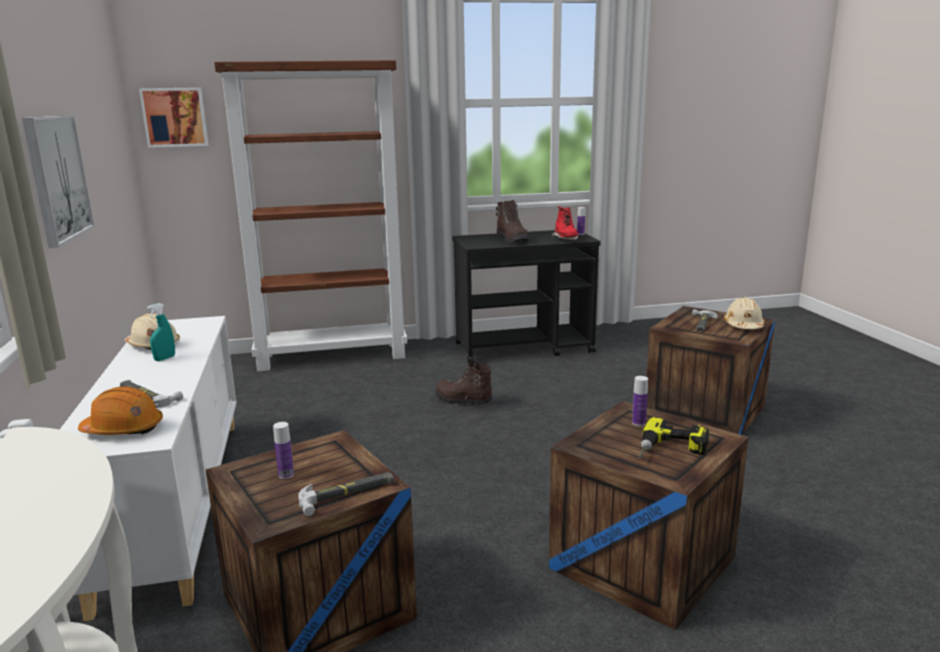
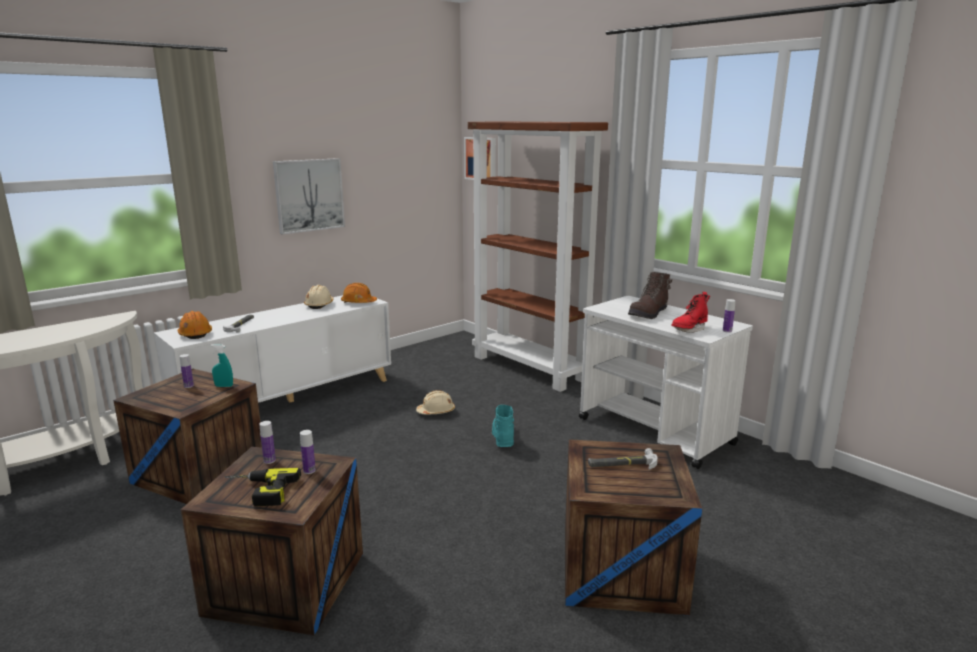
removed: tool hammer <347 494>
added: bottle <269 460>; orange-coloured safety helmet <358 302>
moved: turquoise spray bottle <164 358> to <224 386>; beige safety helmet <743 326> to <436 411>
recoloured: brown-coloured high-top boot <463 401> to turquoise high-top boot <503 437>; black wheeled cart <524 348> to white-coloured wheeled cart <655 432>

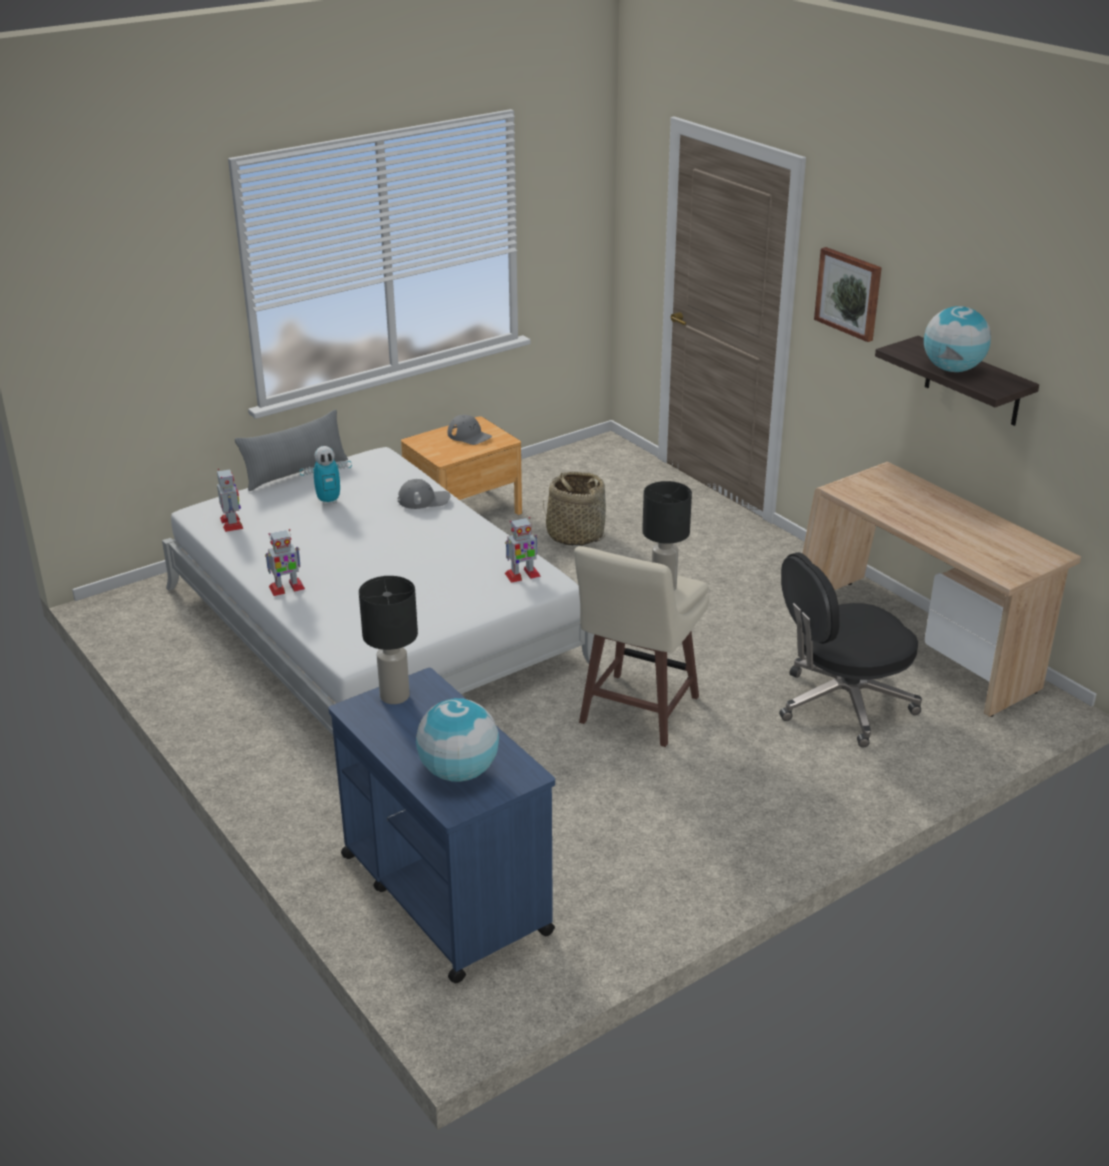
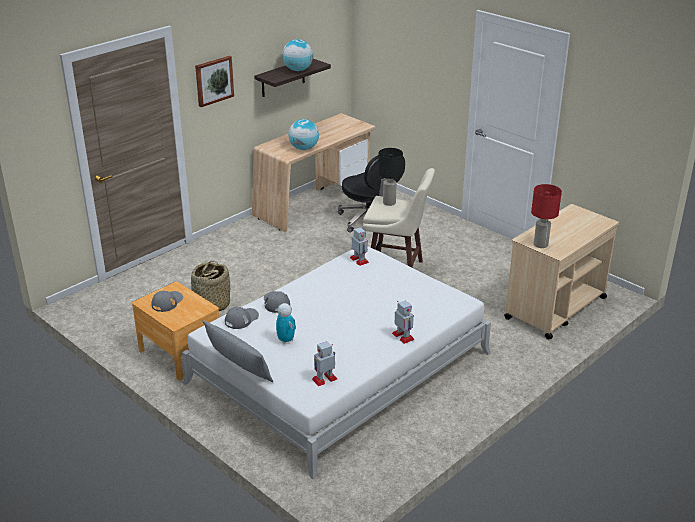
added: gray cap <241 319>
moved: desk globe <459 772> to <304 148>
recoloured: blue wheeled cart <444 892> to beige wheeled cart <555 308>; black tabletop lamp <394 696> to red-coloured tabletop lamp <541 245>

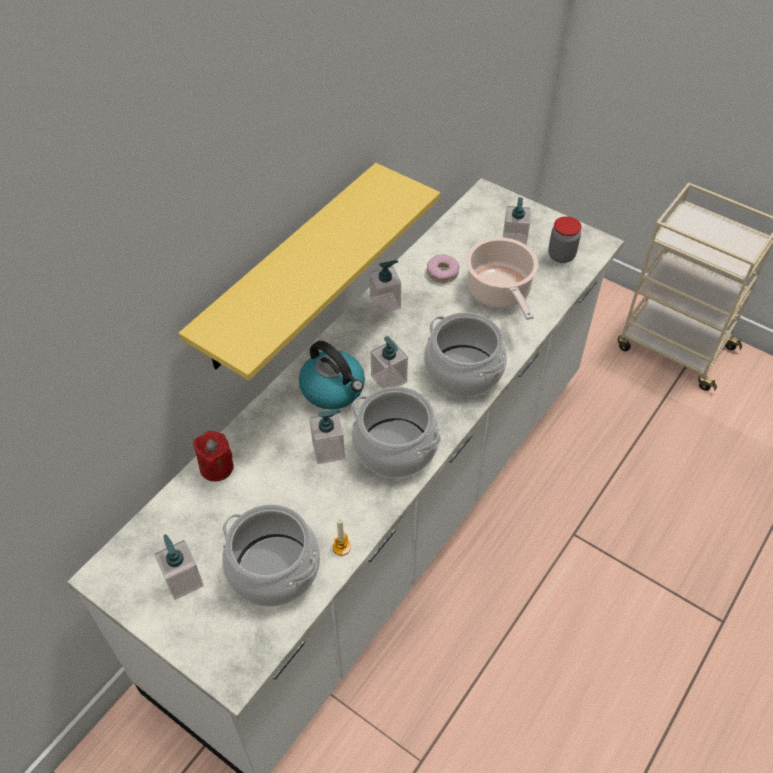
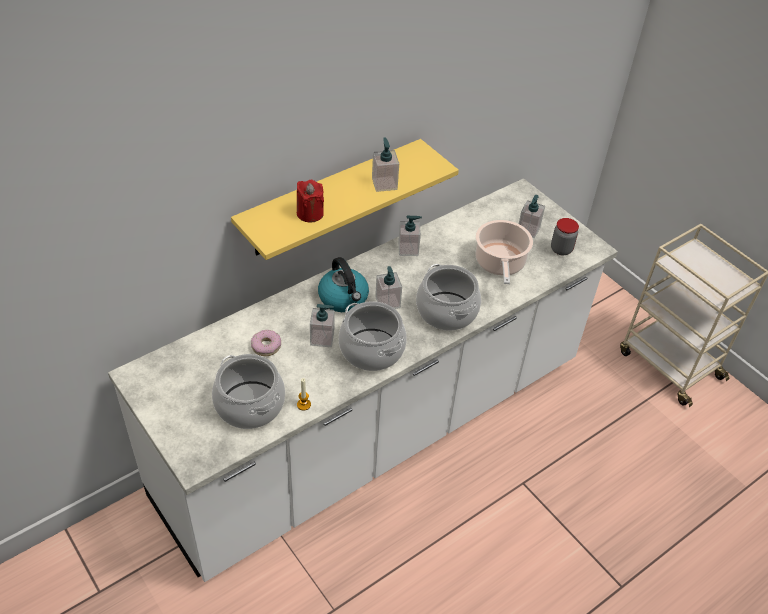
moved: liquid soap bottle <183 580> to <384 184>; red-coloured wax light <216 467> to <310 213>; donut <442 272> to <266 346>

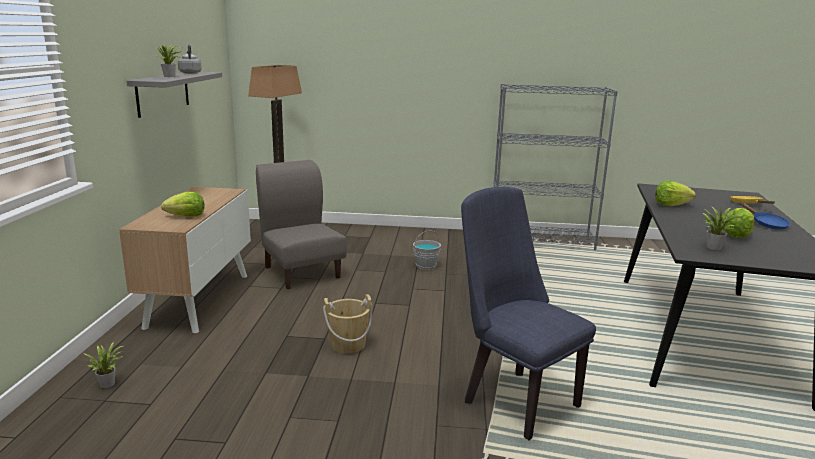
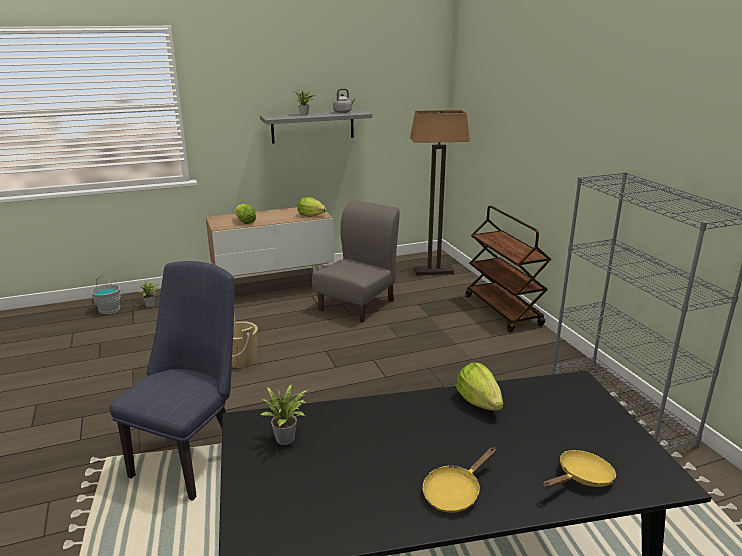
added: brown-coloured wheeled cart <503 311>
moved: gray bucket <426 266> to <109 309>; lettuce head <737 235> to <311 215>
recoloured: blue skillet <766 224> to yellow skillet <455 492>

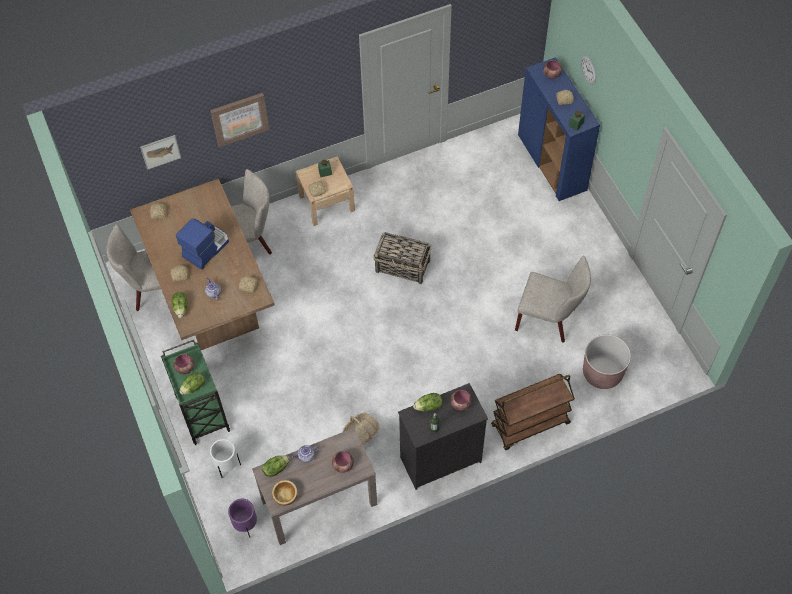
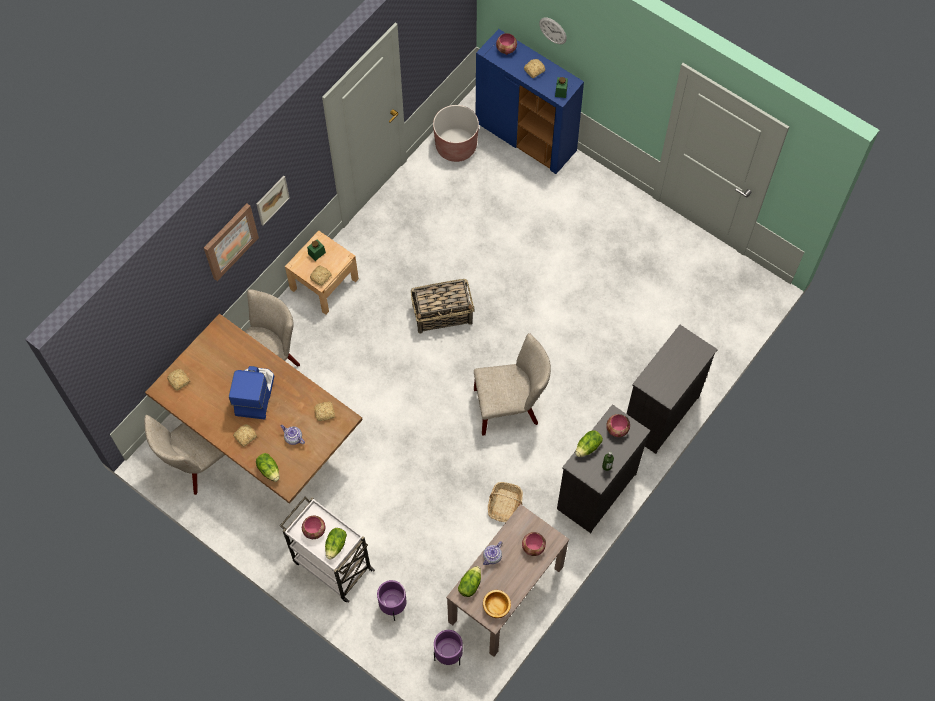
moved: picture <160 151> to <272 200>; beige chair <549 319> to <510 406>; brown-coloured flower pot <602 372> to <456 146>
replaced: brown-coloured wheeled cart <530 425> to black drawer chest <659 414>
recoloured: green-coloured wheeled cart <202 411> to white-coloured wheeled cart <331 564>; white-coloured flower pot <228 466> to purplish flower pot <393 606>

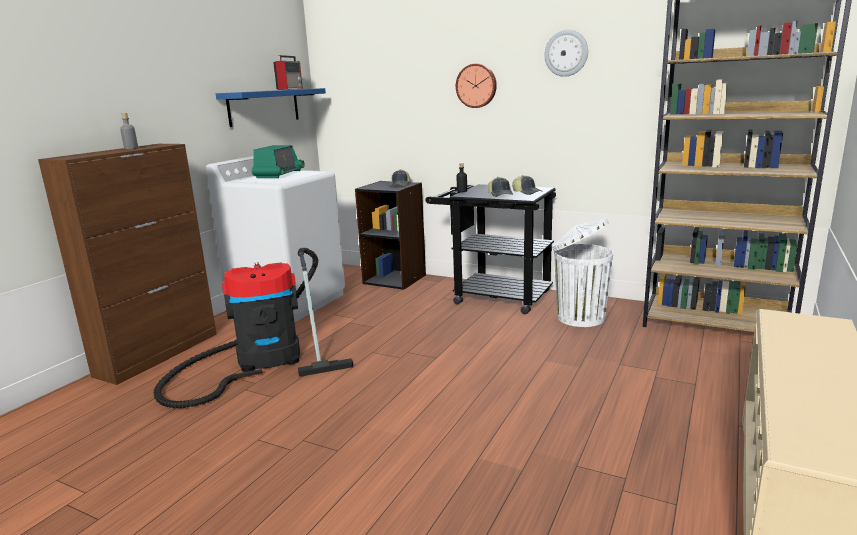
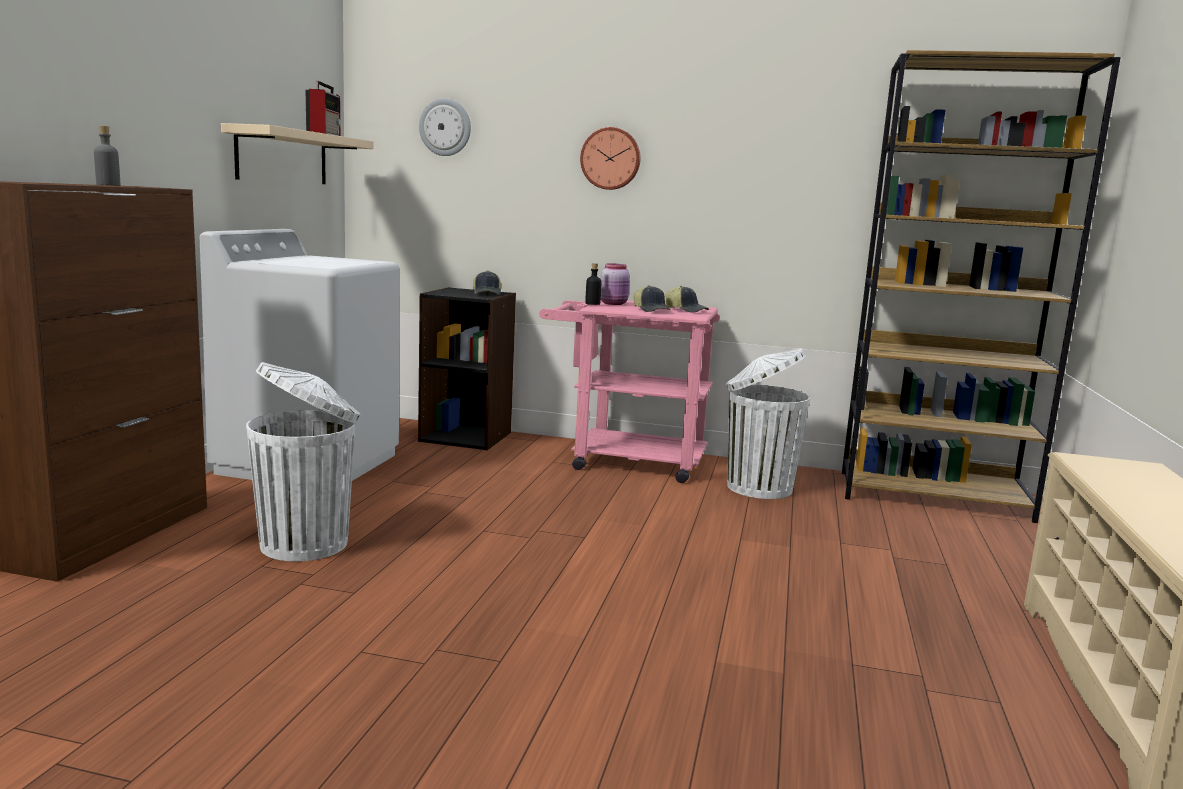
removed: radio set <279 174>
added: pink-coloured preserve jar <614 303>
moved: hanging clock <566 53> to <445 127>
replaced: vacuum <261 361> to white-coloured rubbish bin <307 543>
recoloured: blue wall shelf <264 107> to beige wall shelf <282 157>; black wheeled cart <493 296> to pink-coloured wheeled cart <625 461>

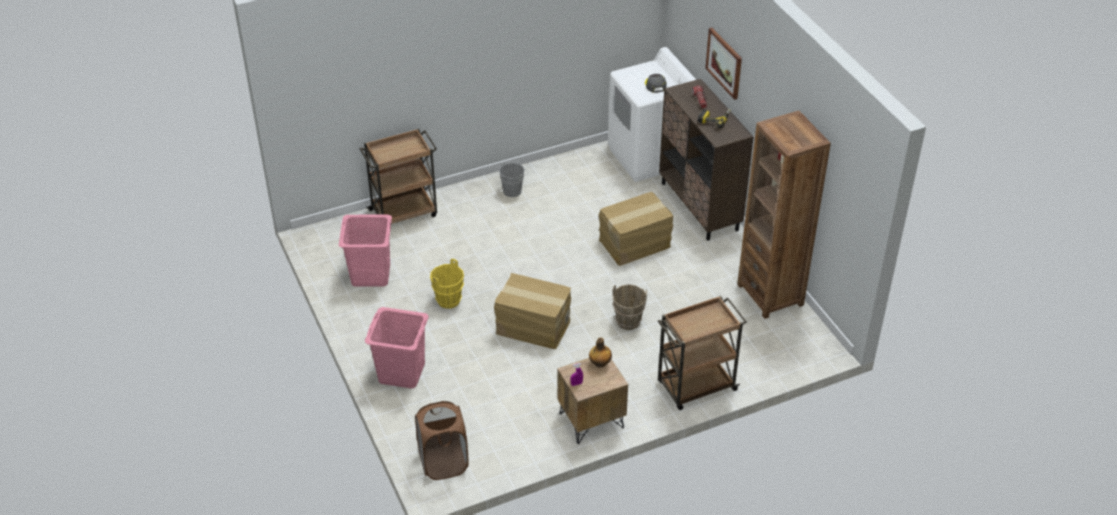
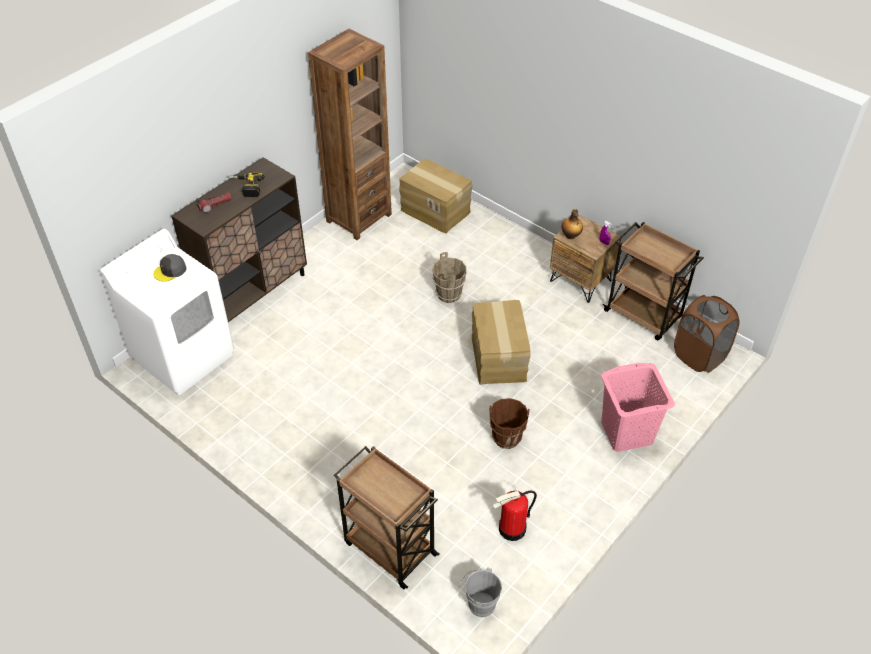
removed: picture <724 63>
moved: gray bucket <514 190> to <478 604>; cardboard box <635 244> to <436 210>; brown-coloured wheeled cart <695 387> to <644 315>
replaced: pink-coloured washing basket <370 274> to fire extinguisher <512 529>
recoloured: yellow bucket <449 300> to brown-coloured bucket <506 438>

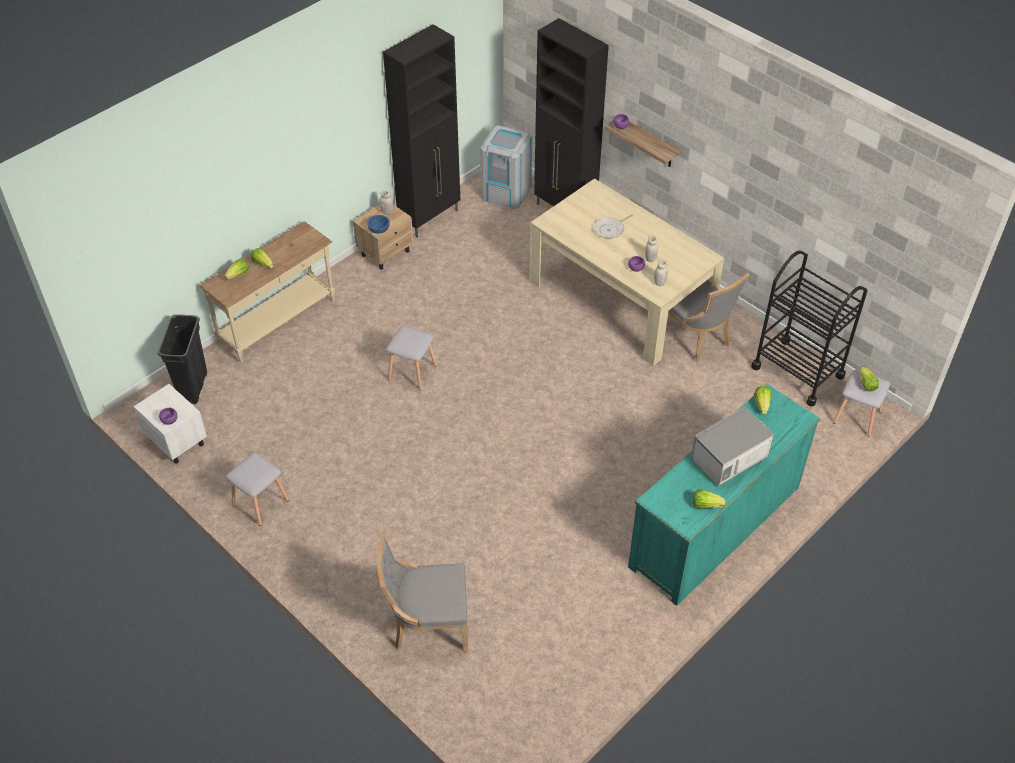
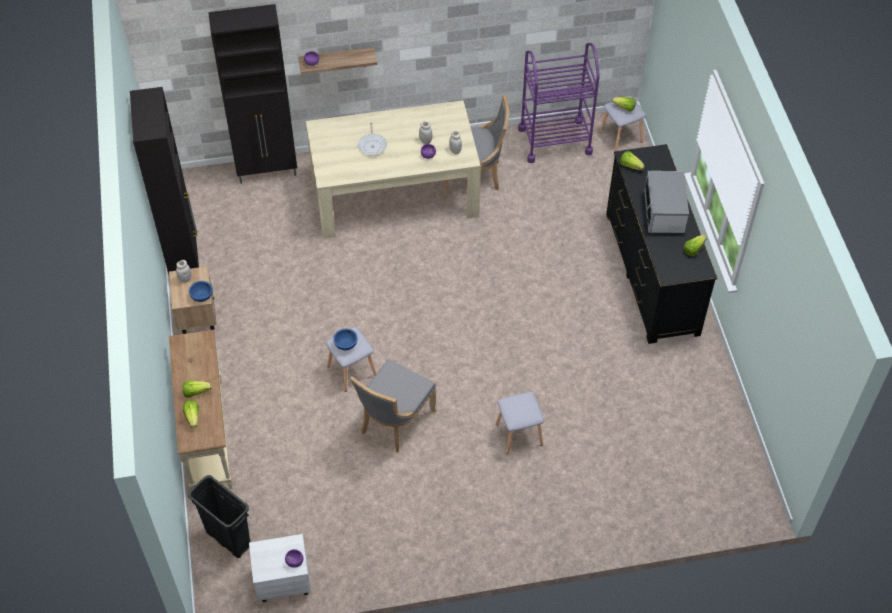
removed: gray rubbish bin <506 192>
added: blue serving bowl <346 344>
moved: gray stool <259 502> to <518 435>; gray chair <428 624> to <394 422>
recoloured: turquoise drawer chest <715 526> to black drawer chest <651 273>; black wheeled cart <797 371> to purplish wheeled cart <555 140>

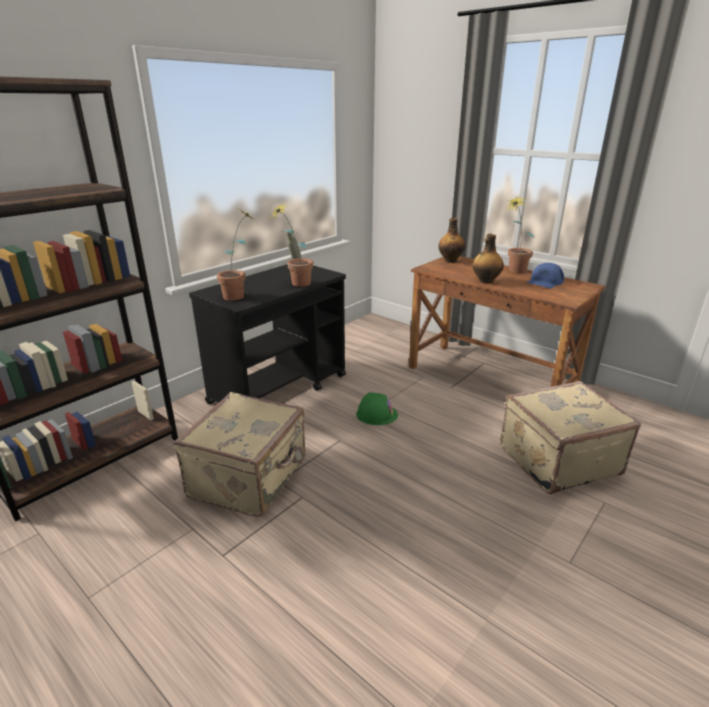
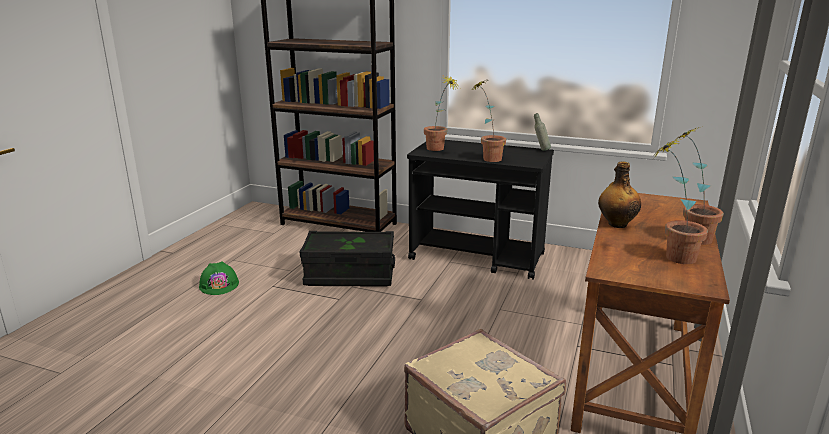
removed: bottle <450 260>
moved: green-coloured safety helmet <376 414> to <219 285>
replaced: beige suitcase <250 478> to black storage container <350 275>; blue cap <544 282> to plant in a pot <670 256>

